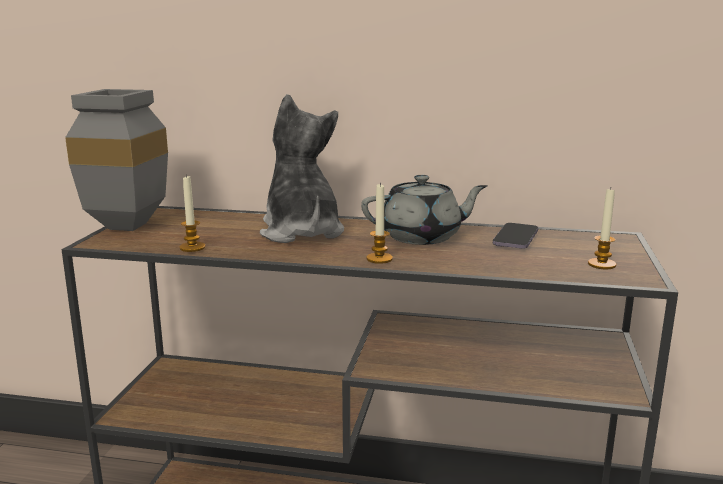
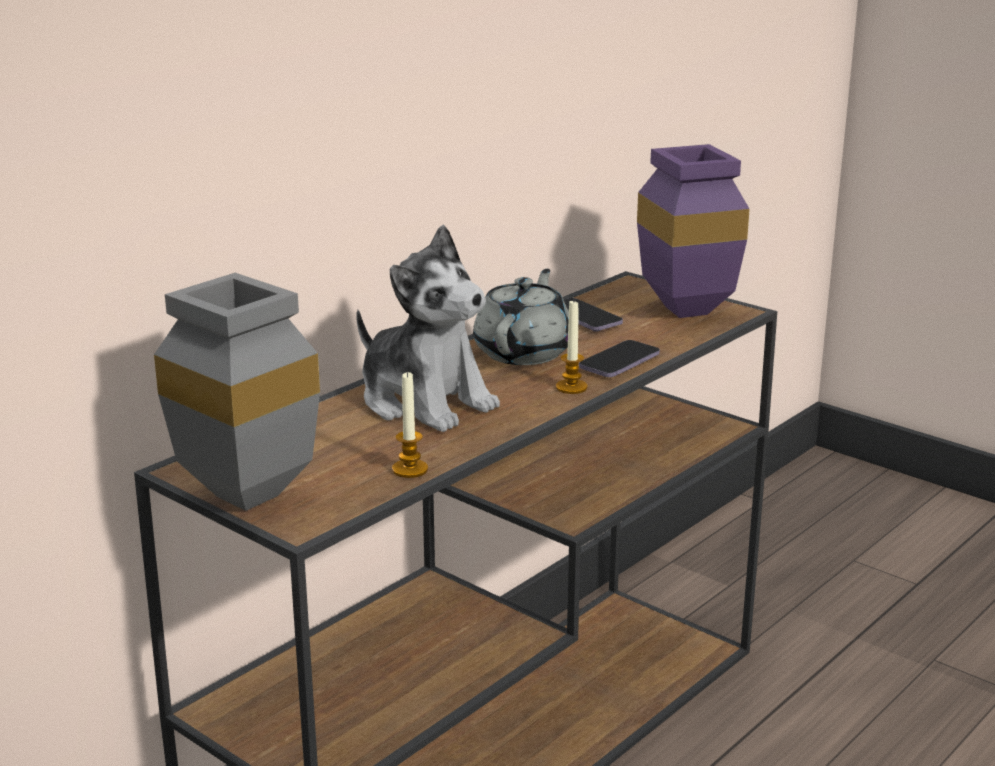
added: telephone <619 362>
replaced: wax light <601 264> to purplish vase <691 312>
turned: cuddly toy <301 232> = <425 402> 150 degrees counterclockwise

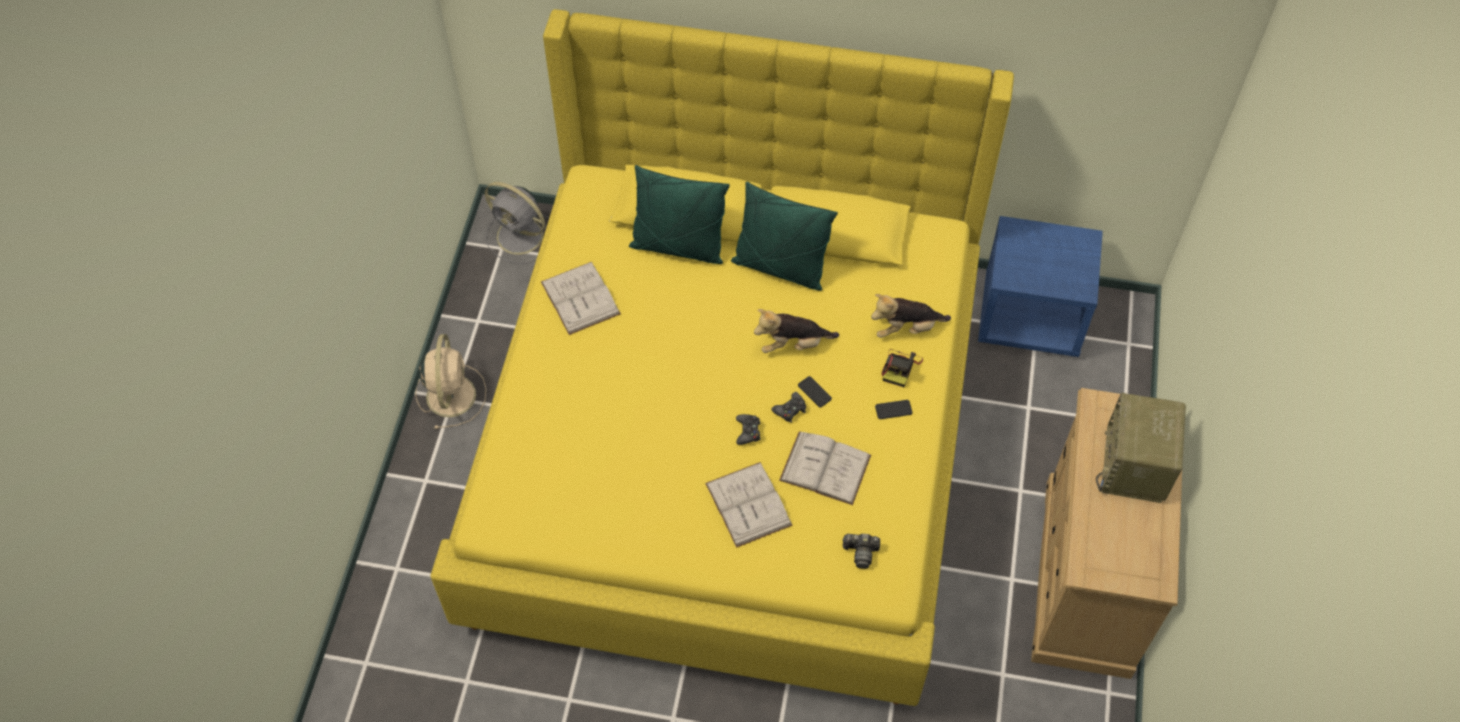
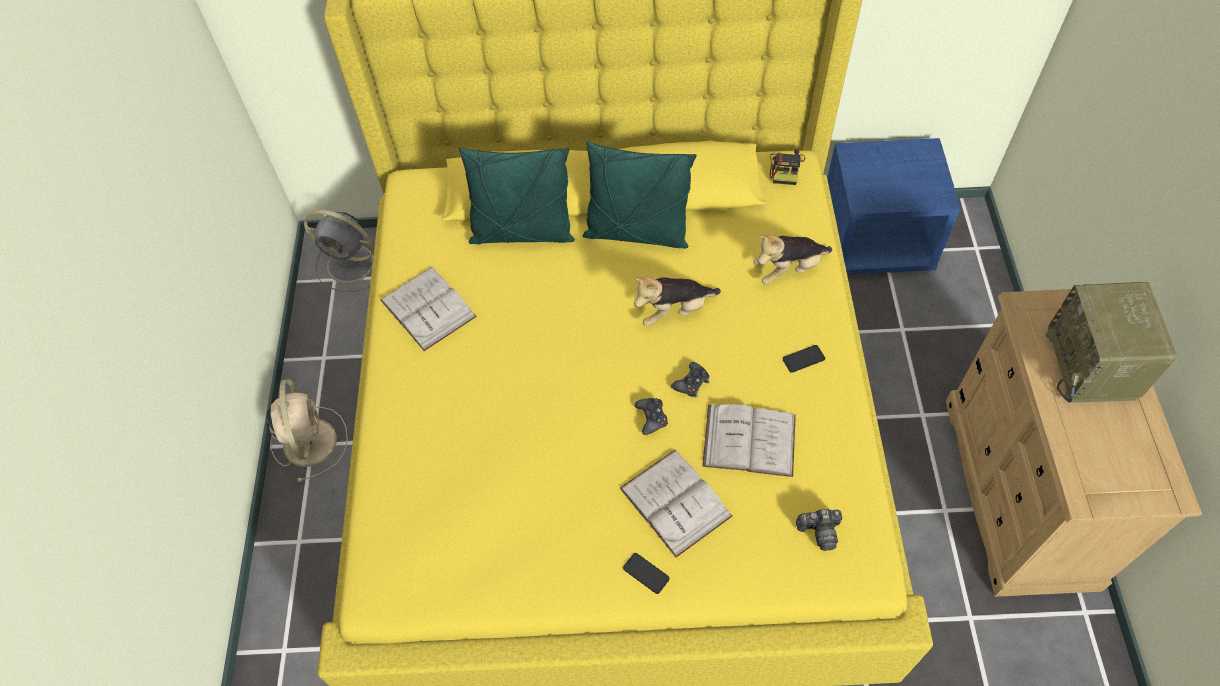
moved: telephone <814 392> to <646 573>; still camera <900 367> to <786 168>

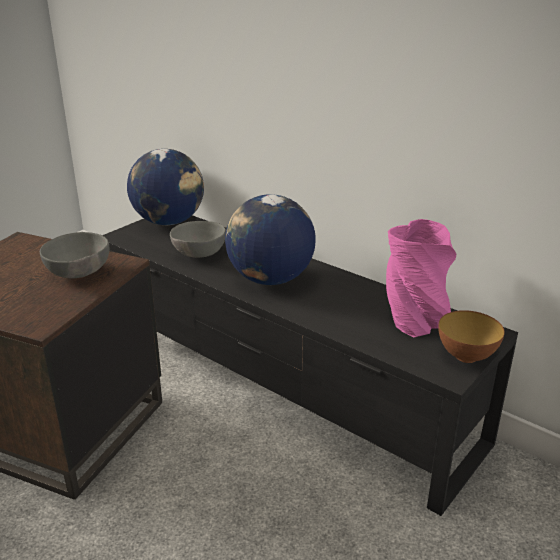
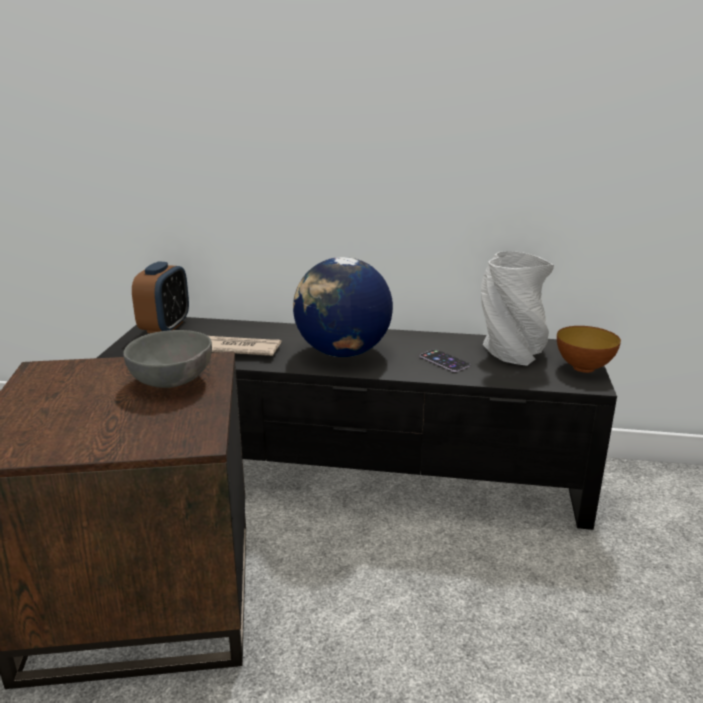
added: telephone <444 361>
replaced: desk globe <169 222> to table clock <165 327>; gray serving bowl <197 254> to printed paper <239 349>
recoloured: pink-coloured vase <415 320> to gray vase <511 353>

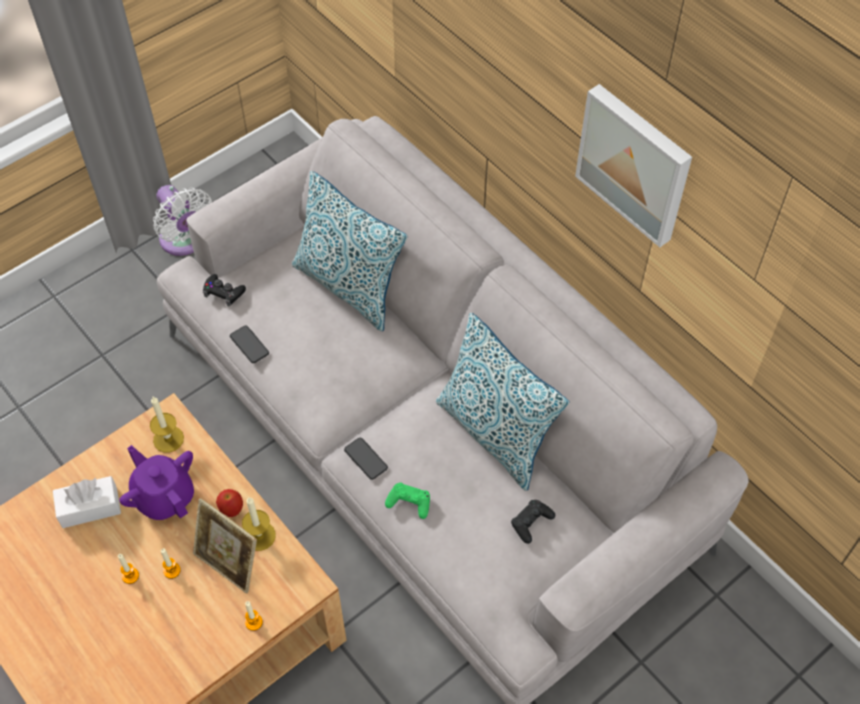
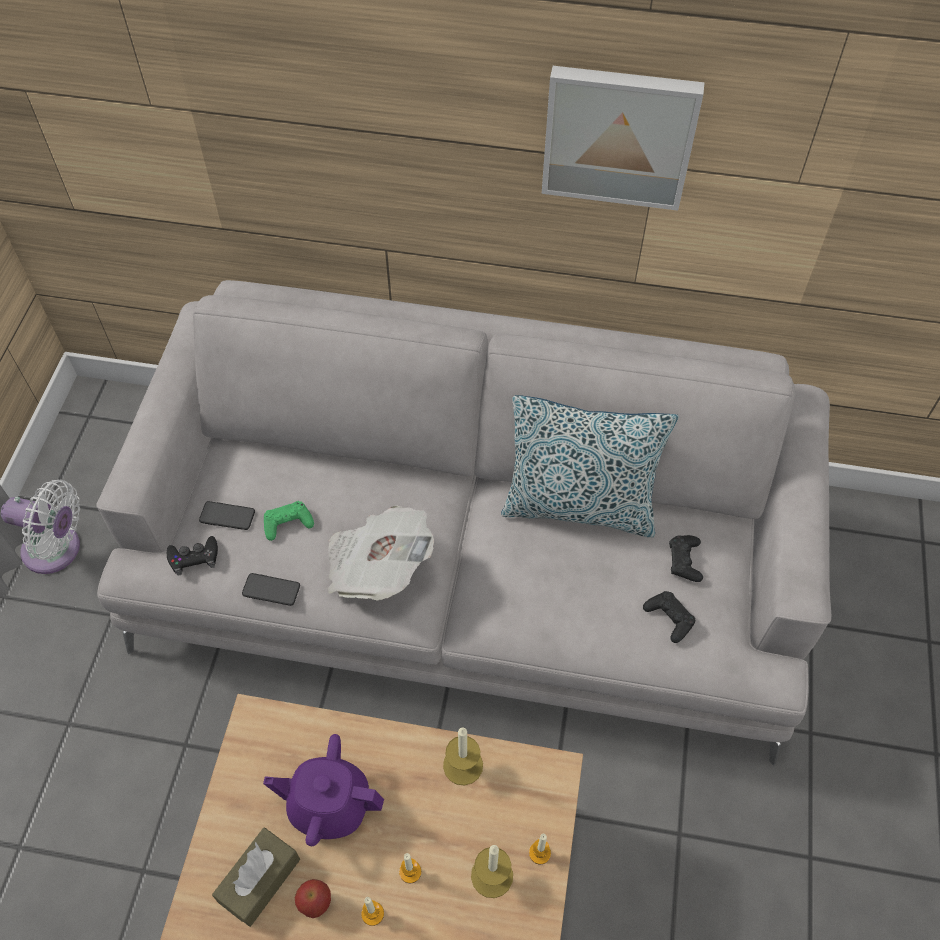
removed: standing frame <229 563>; cushion <349 287>
added: printed paper <377 566>; black joypad <669 618>
moved: wax light <168 439> to <492 875>; whole apple <232 510> to <316 903>; telephone <366 459> to <227 516>; green-coloured joypad <409 502> to <288 523>
recoloured: white-coloured tissue holder <90 507> to brown-coloured tissue holder <260 880>

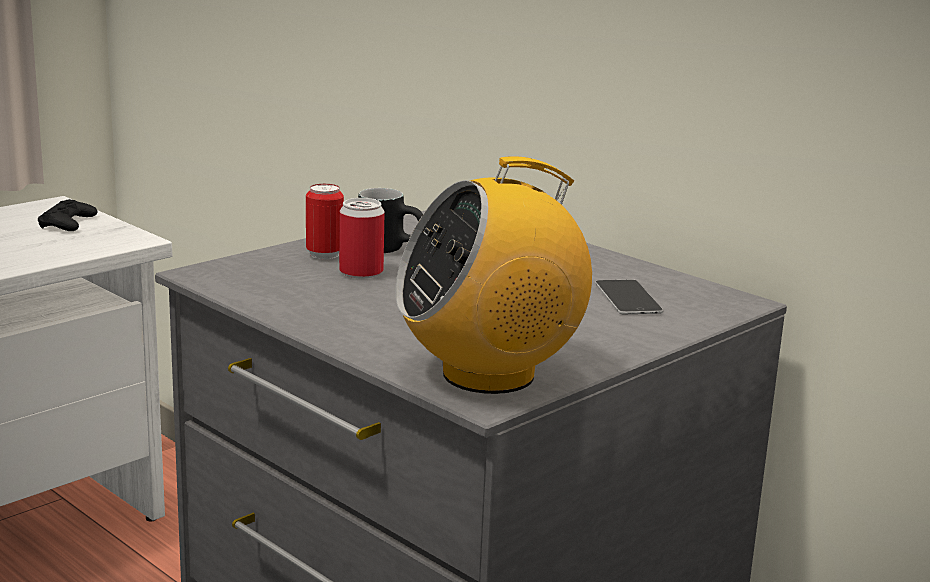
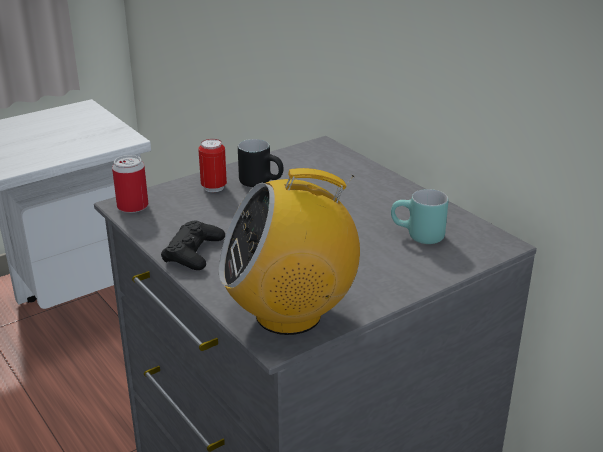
moved: black joypad <68 223> to <194 252>; can <361 272> to <132 206>
replaced: telephone <628 297> to turquoise mug <417 237>

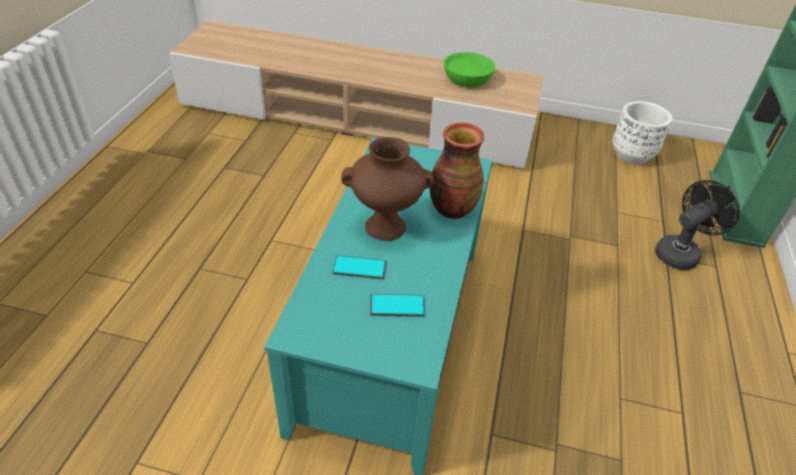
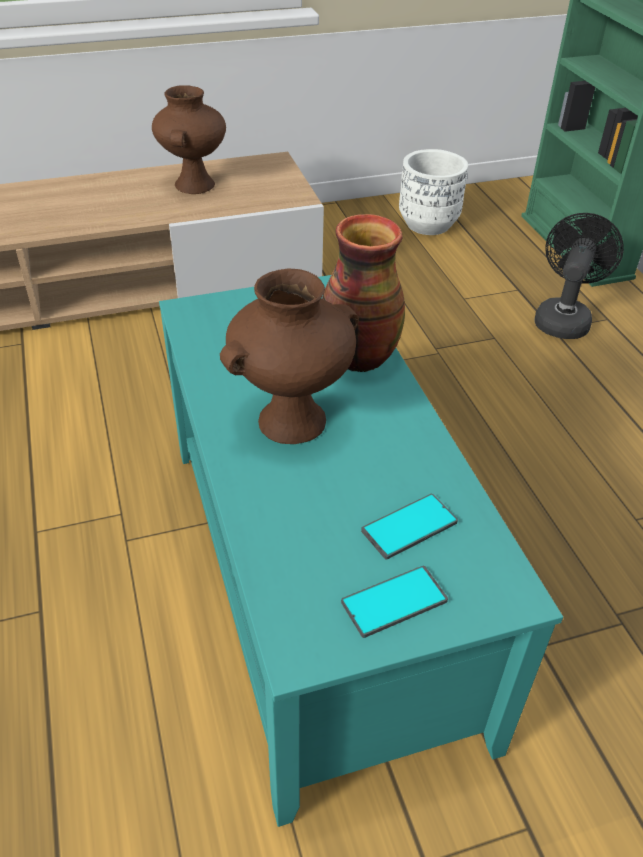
moved: telephone <359 268> to <394 601>
replaced: green-coloured serving bowl <467 78> to brown-coloured vase <194 184>

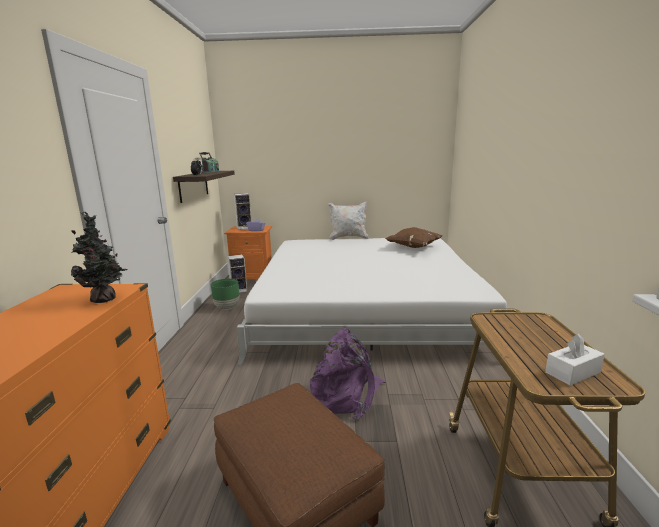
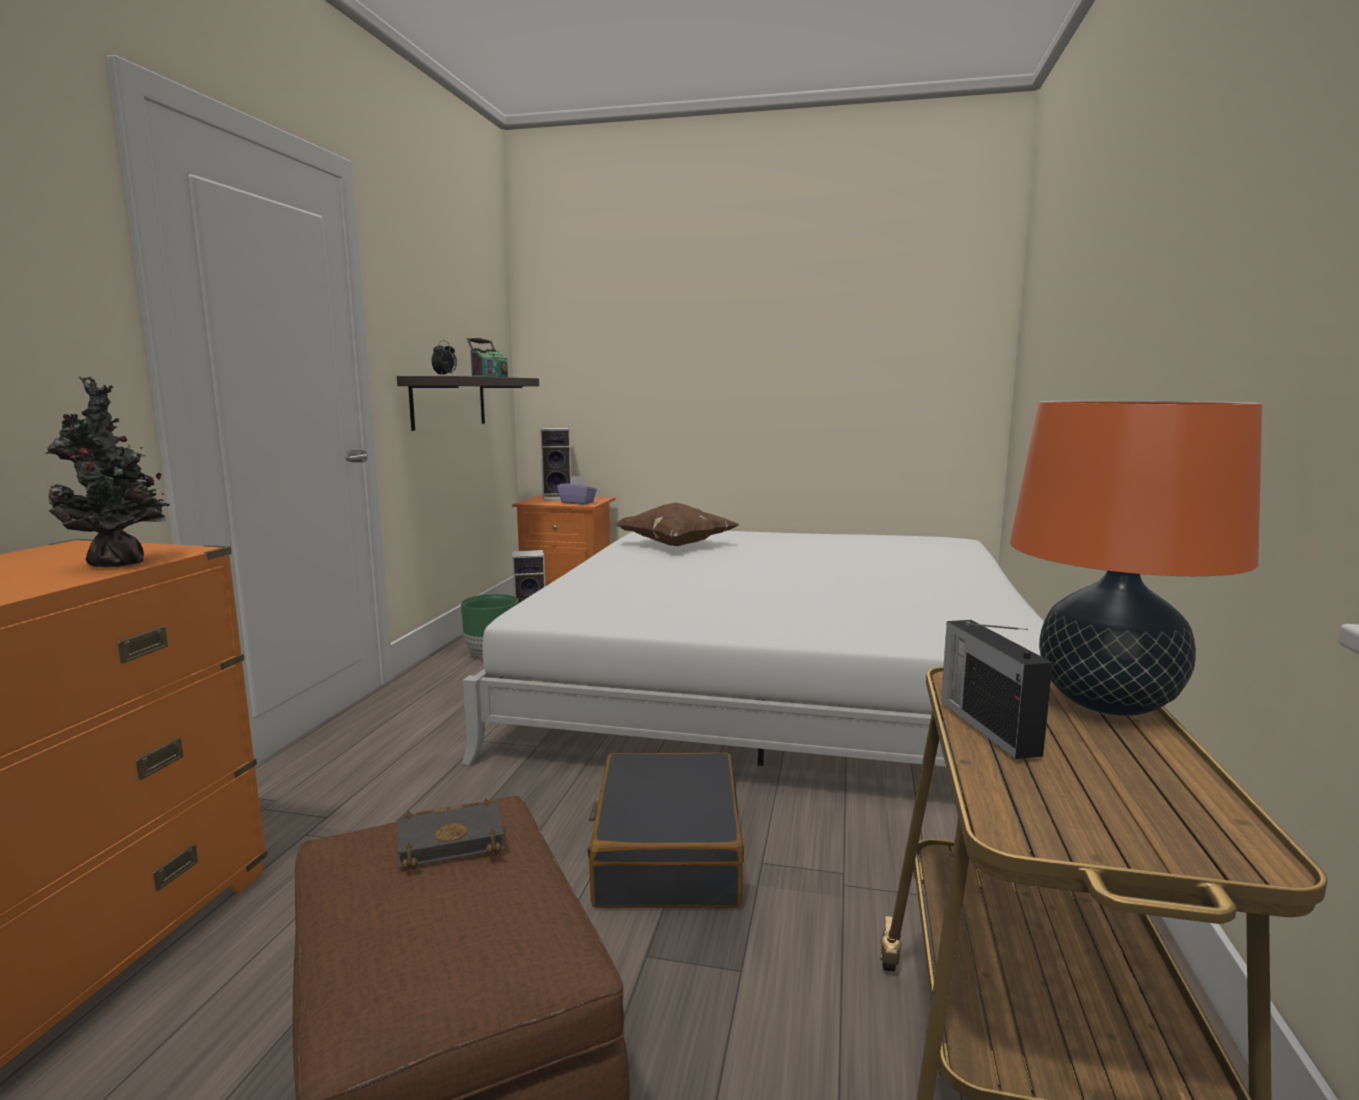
removed: white-coloured cushion <348 238>; white-coloured tissue holder <572 372>
added: black book <453 840>; radio set <986 725>; orange-coloured tabletop lamp <1107 703>
moved: brown-coloured cushion <413 247> to <675 545>
replaced: purplish knapsack <347 395> to black suitcase <666 852>

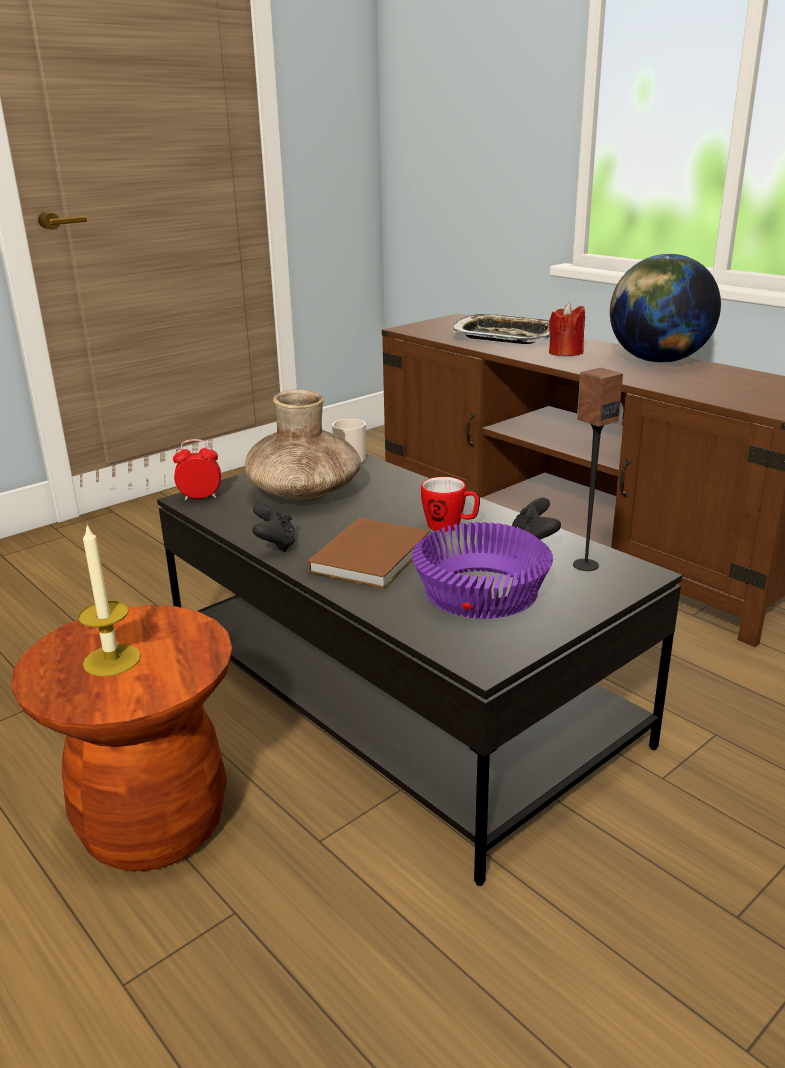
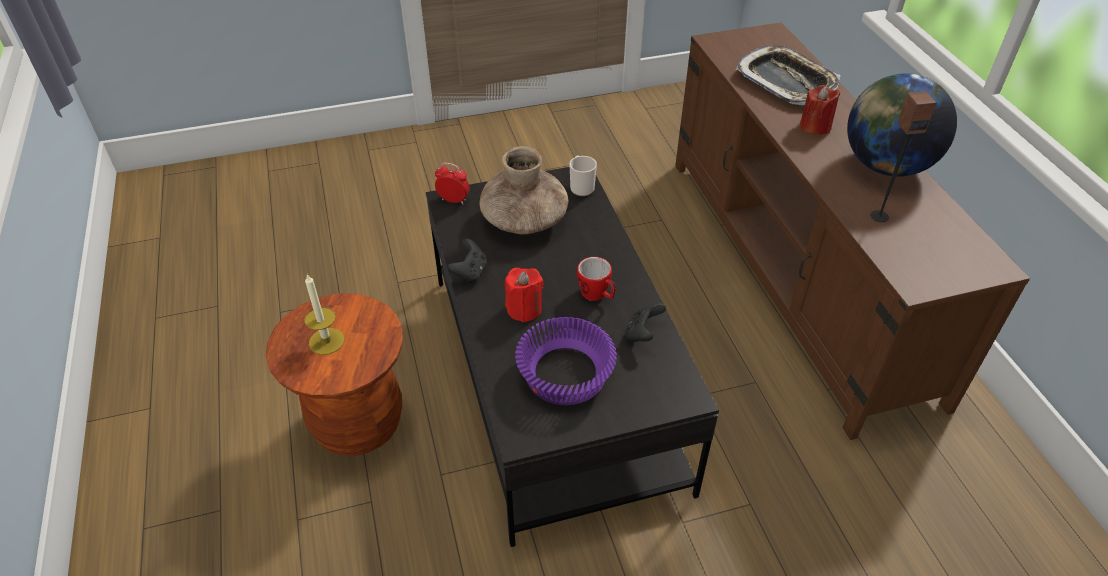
moved: audio speaker <585 565> to <879 216>
replaced: brown-coloured book <374 556> to red-coloured wax light <524 309>

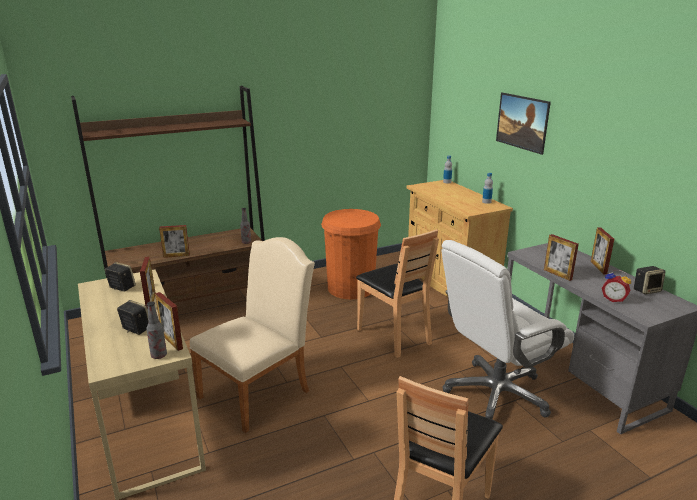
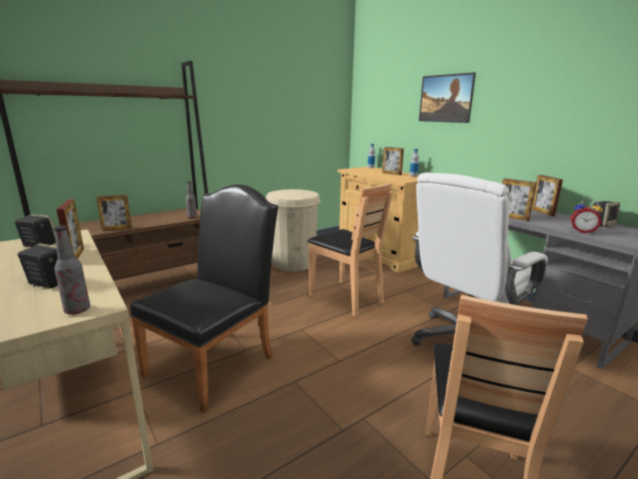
moved: standing frame <172 341> to <391 174>
recoloured: beige chair <260 390> to black chair <216 361>; orange-coloured rubbish bin <351 288> to beige rubbish bin <293 262>

